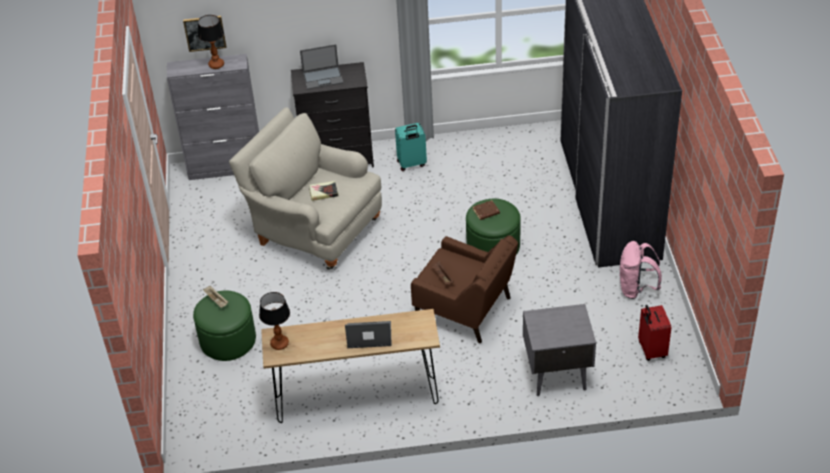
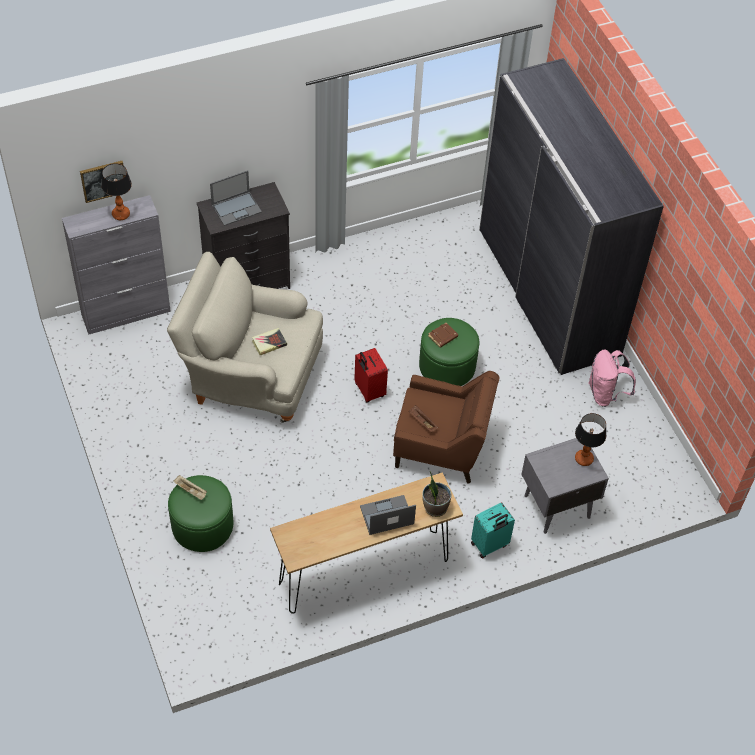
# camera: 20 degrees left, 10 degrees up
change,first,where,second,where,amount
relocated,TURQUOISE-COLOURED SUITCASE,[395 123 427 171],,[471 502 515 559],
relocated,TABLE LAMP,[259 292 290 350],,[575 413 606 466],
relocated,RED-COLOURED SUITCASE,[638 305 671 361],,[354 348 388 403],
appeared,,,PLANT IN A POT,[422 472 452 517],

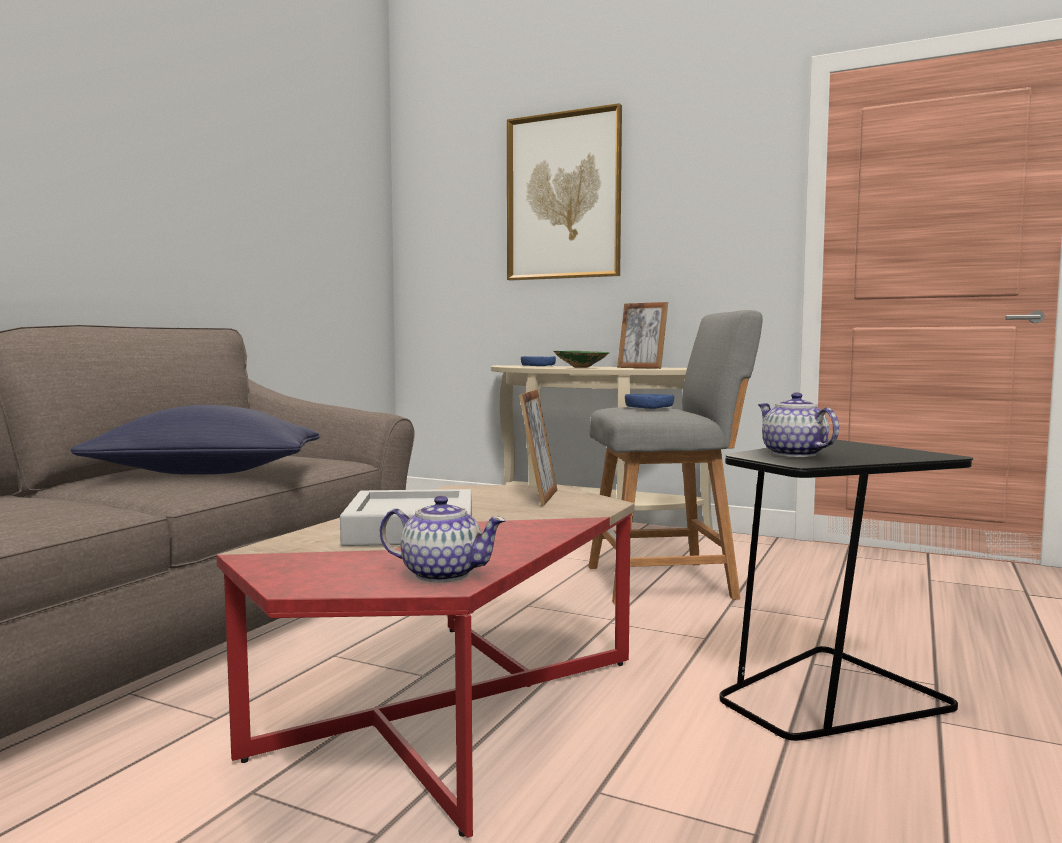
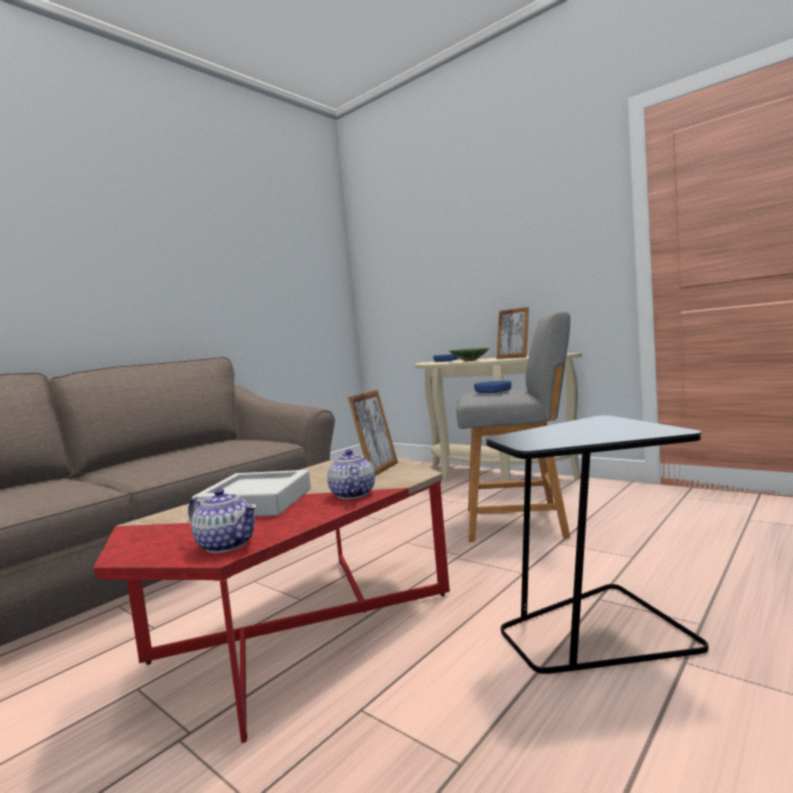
# camera: 15 degrees right, 0 degrees up
change,first,where,second,where,amount
missing,WALL PICTURE,[507 103 622 281],,,
relocated,POT FOR TEA,[758 392 839 457],,[327 449 375 499],
missing,BLUE-COLOURED PILLOW,[70 405 320 475],,,

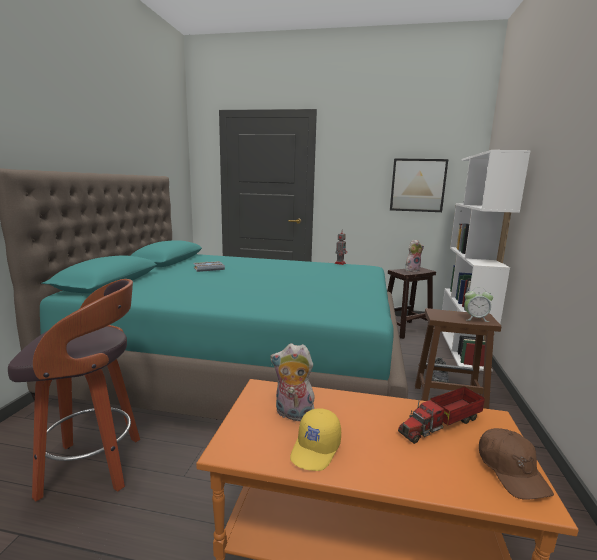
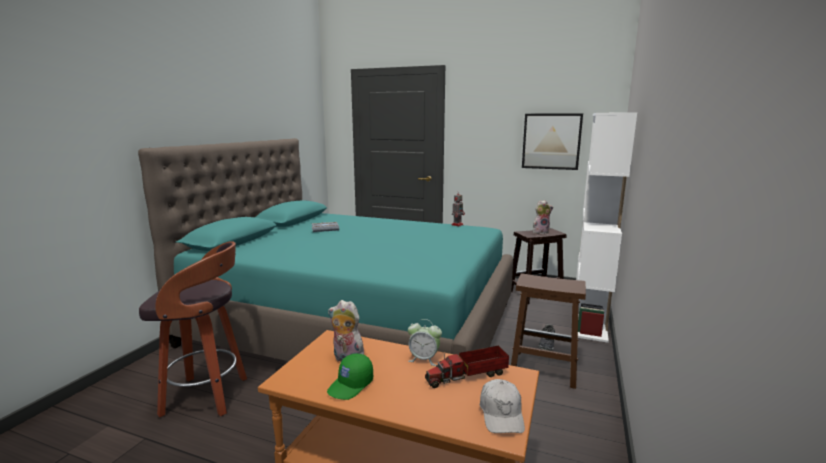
# camera: 10 degrees right, 0 degrees up
change,first,where,second,where,amount
relocated,BEDSIDE CLOCK,[464 287 493 322],,[408 319 442 366],
colour,YELLOW-COLOURED BASEBALL CAP,[290 408 341 471],GREEN BASEBALL CAP,[327 354 373 400],
colour,BROWNISH BASEBALL CAP,[479 428 554 500],WHITISH BASEBALL CAP,[480 379 525 433],

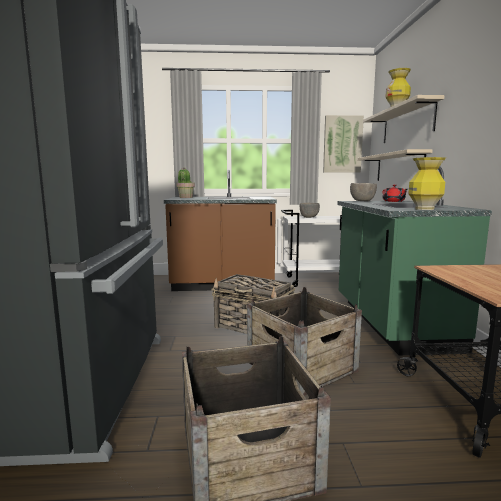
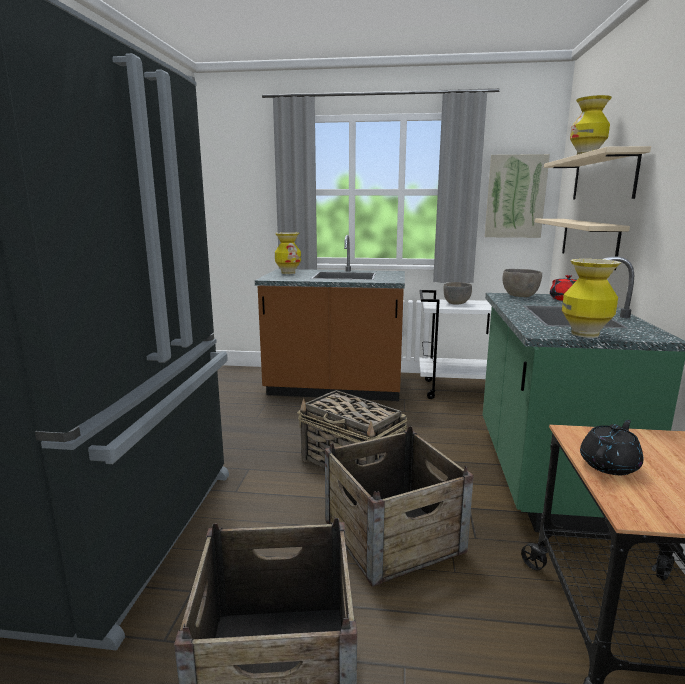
# camera: 10 degrees right, 5 degrees up
change,first,where,second,where,amount
exchanged,PLANT IN A POT,[176 167 195 198],VASE,[275 232 301 274],
appeared,,,BLACKISH POT FOR TEA,[580 420 644 475],

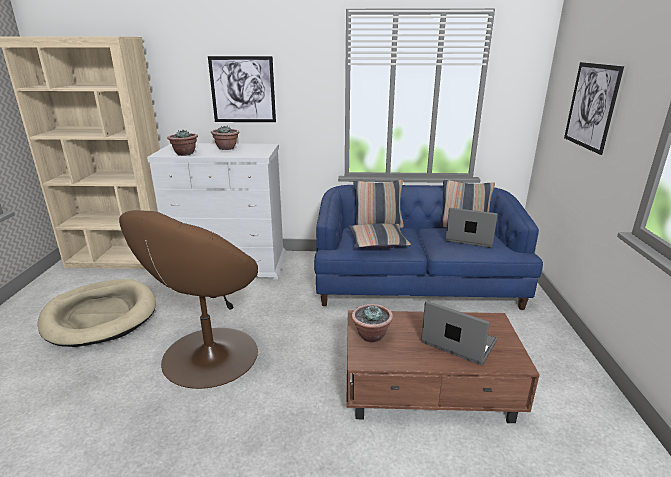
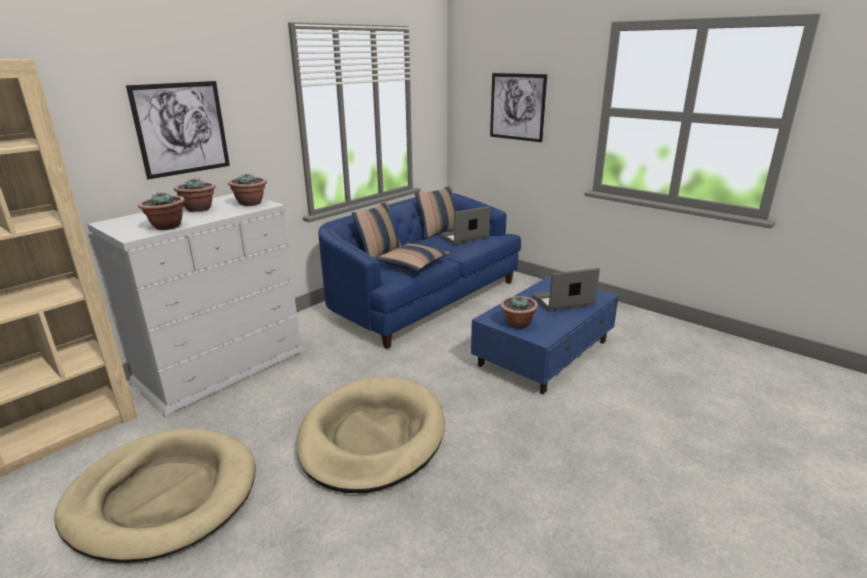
# camera: 50 degrees left, 0 degrees up
change,first,where,second,where,amount
exchanged,BROWNISH EASY CHAIR,[119 210 258 389],BEIGE-COLOURED DOG CUSHION,[297 377 445 493],
colour,BROWNISH COFFEE TABLE,[346 310 540 423],BLUE-COLOURED COFFEE TABLE,[471 276 619 395],
appeared,,,PLANT IN A POT,[228 174 267 206],

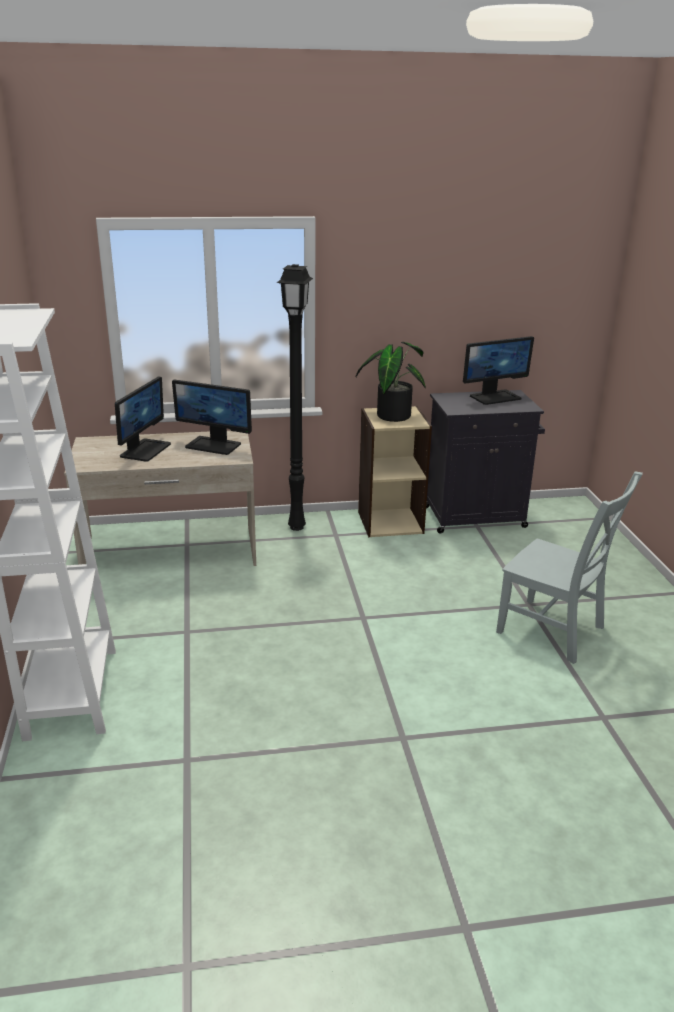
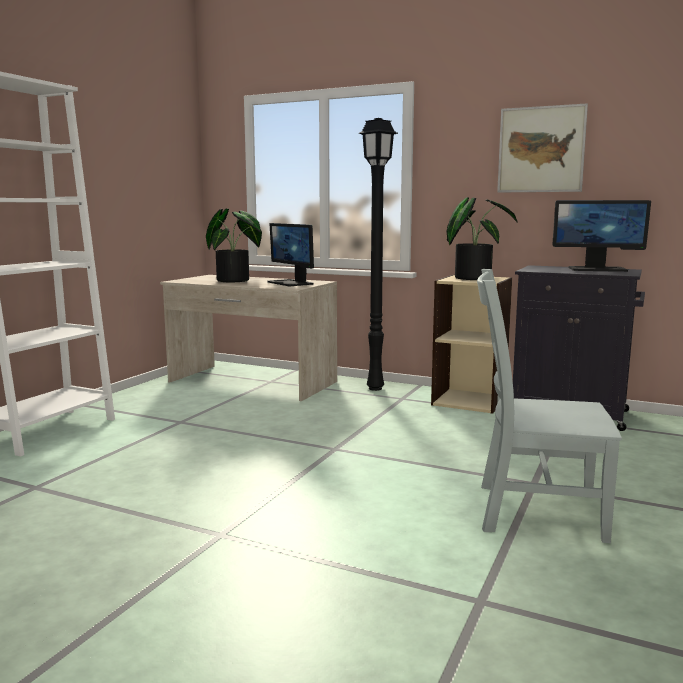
# camera: 35 degrees right, 15 degrees down
change,first,where,second,where,amount
exchanged,COMPUTER SCREEN,[115 376 171 462],PLANT IN A POT,[206 209 262 282],
spun,GREYISH CHAIR,[496 471 643 664],,[477 269 622 543],120 degrees clockwise
appeared,,,WALL PICTURE,[497 103 588 193],

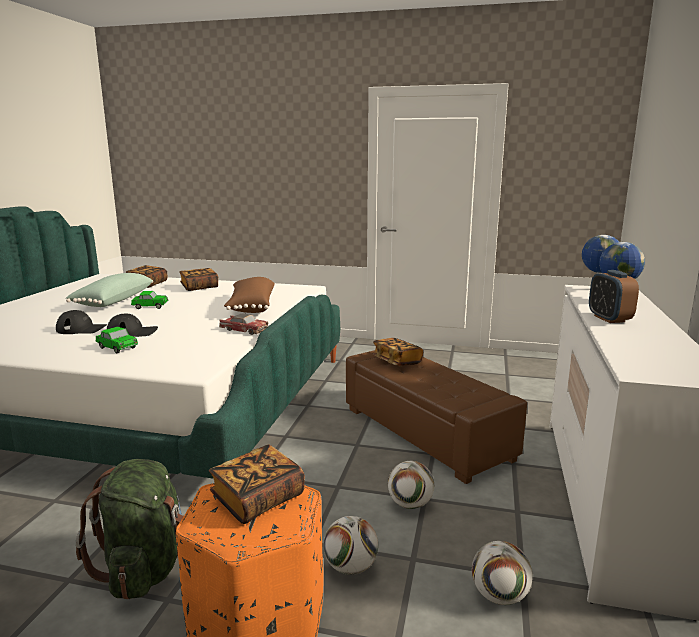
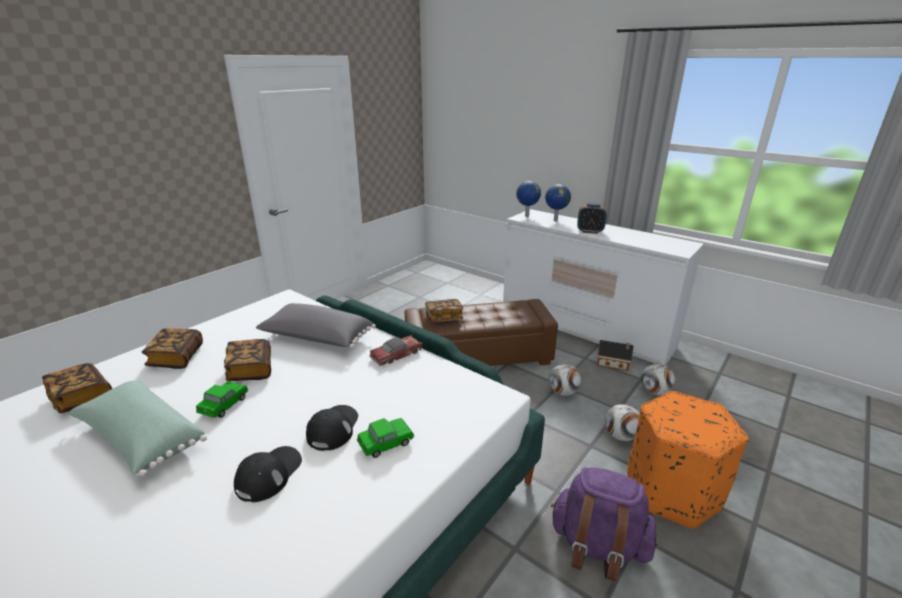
# camera: 65 degrees left, 10 degrees up
change,first,where,second,where,amount
colour,BROWNISH PILLOW,[224 277 275 313],GREYISH PILLOW,[256 303 376 348],
relocated,BOOK,[209 445 305 524],,[224 339 271 381],
colour,GREEN KNAPSACK,[76 459 184 600],PURPLISH KNAPSACK,[551 467 658 581],
appeared,,,MINIATURE HOUSE,[597 340 634 371],

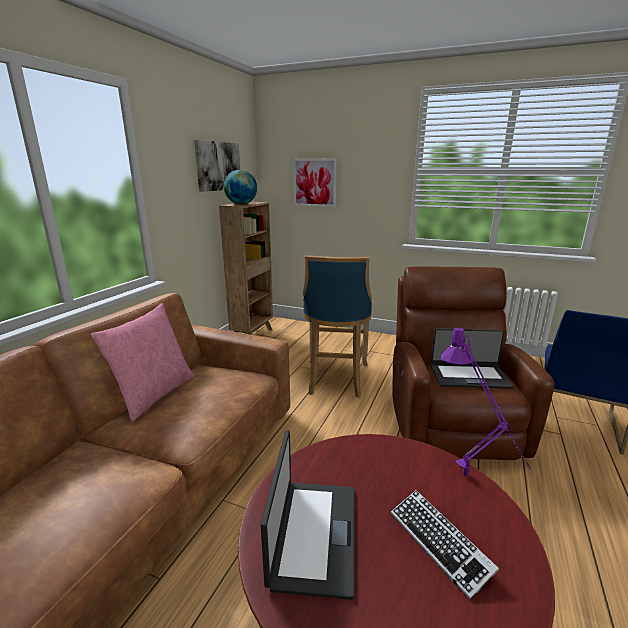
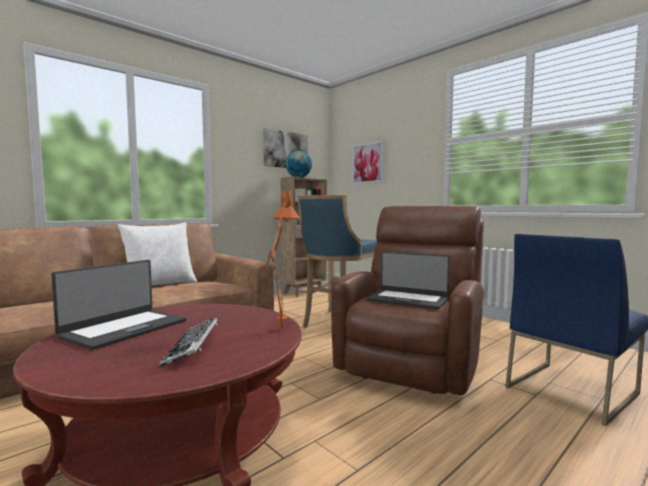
# camera: 25 degrees right, 15 degrees down
change,first,where,second,where,amount
colour,PINKISH PILLOW,[90 303 195 422],WHITISH PILLOW,[118 222 197 286],
colour,PURPLISH TABLE LAMP,[441 326 530 477],ORANGEY TABLE LAMP,[262 190 300 328],

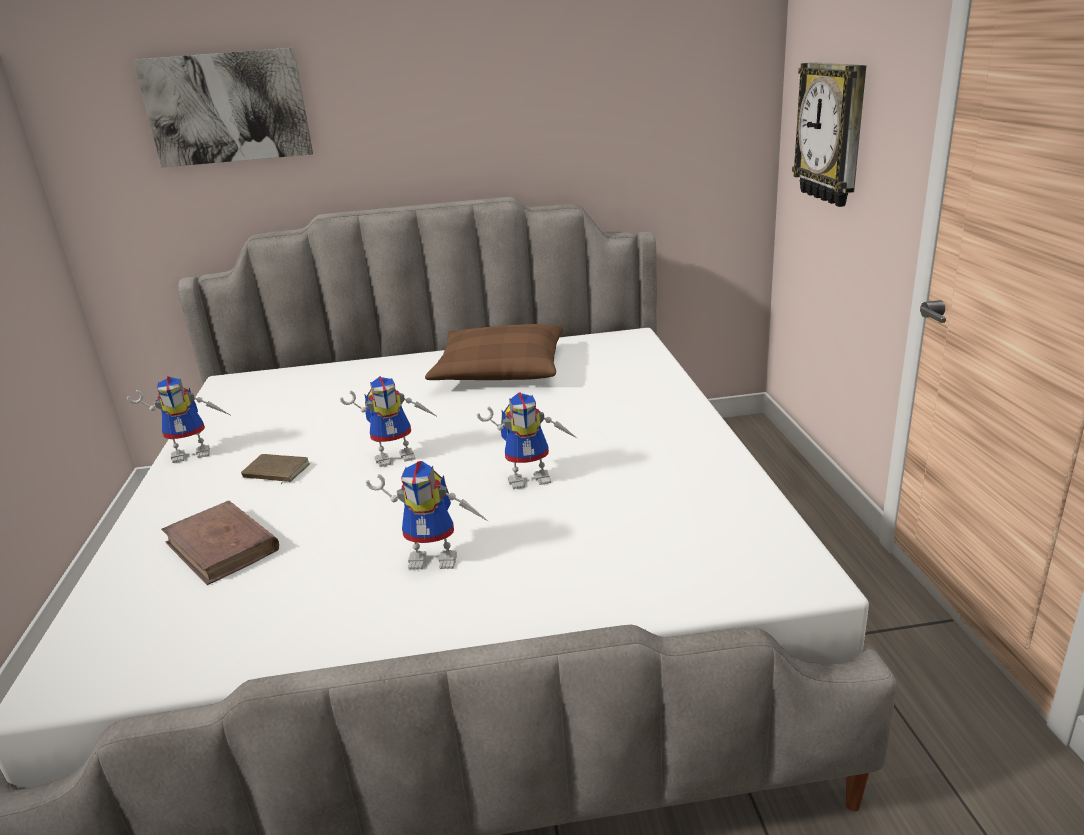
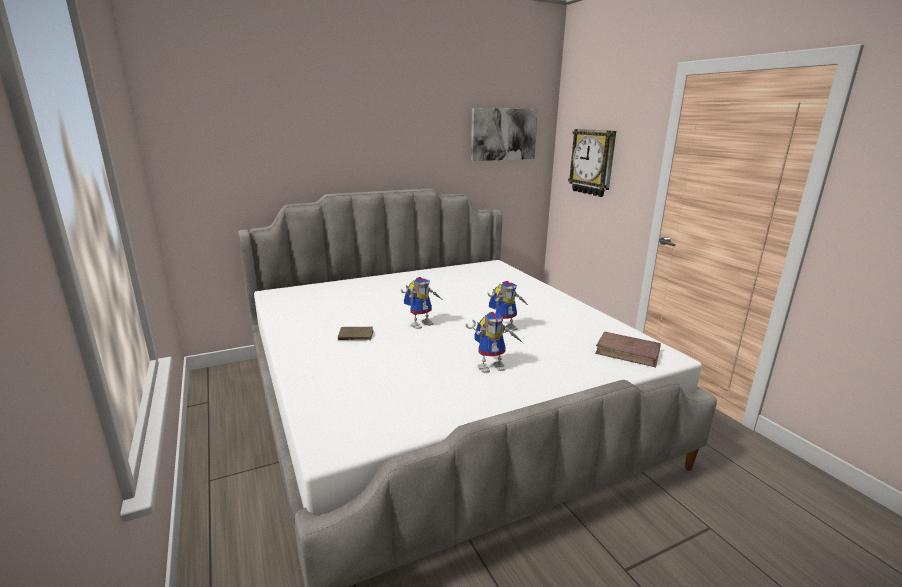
# camera: 20 degrees left, 5 degrees down
change,first,where,second,where,amount
relocated,WALL PICTURE,[133 48 313 168],,[471 108 538 161],
missing,BROWNISH PILLOW,[425 324 563 380],,,
missing,ROBOT FIGURE,[127 376 232 463],,,
relocated,BROWNISH BOOK,[161 501 279 585],,[595 331 661 367],

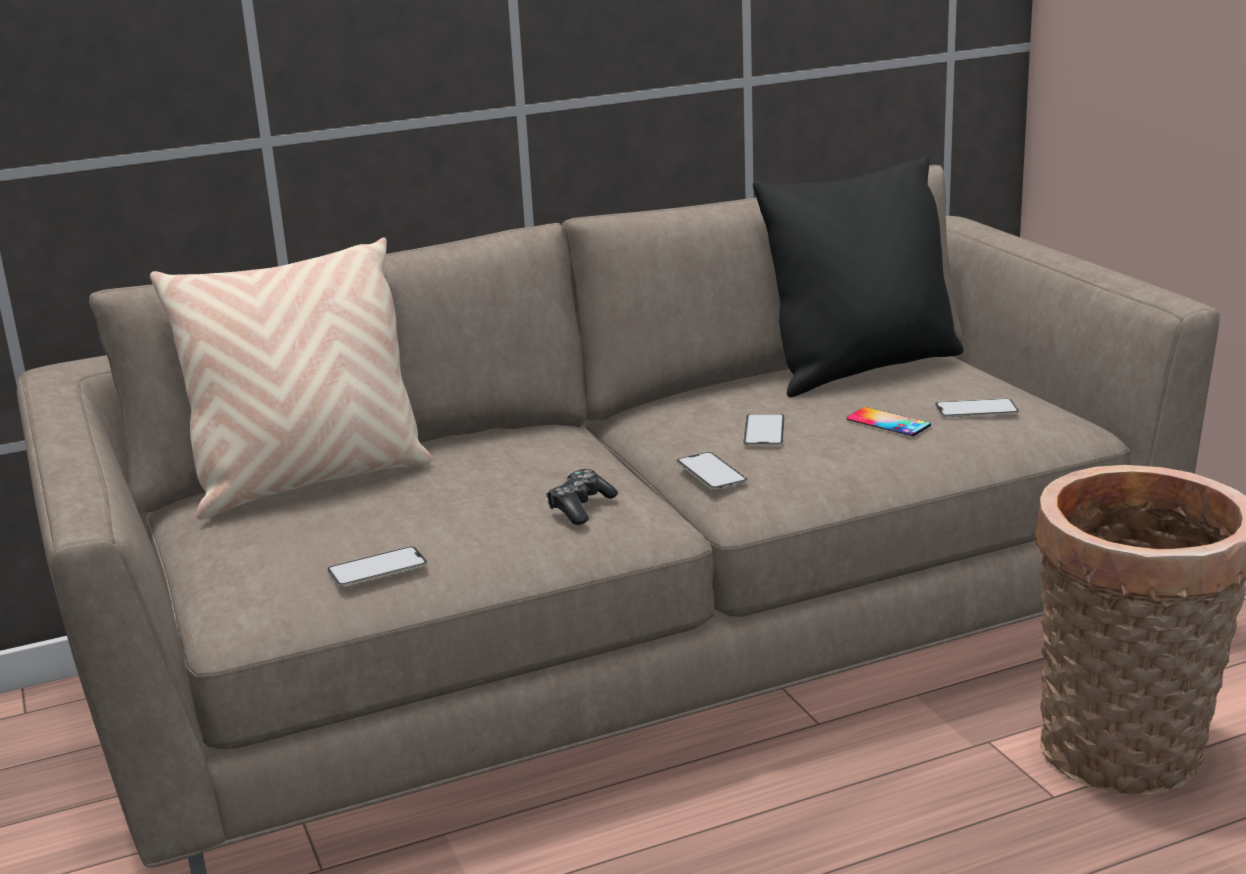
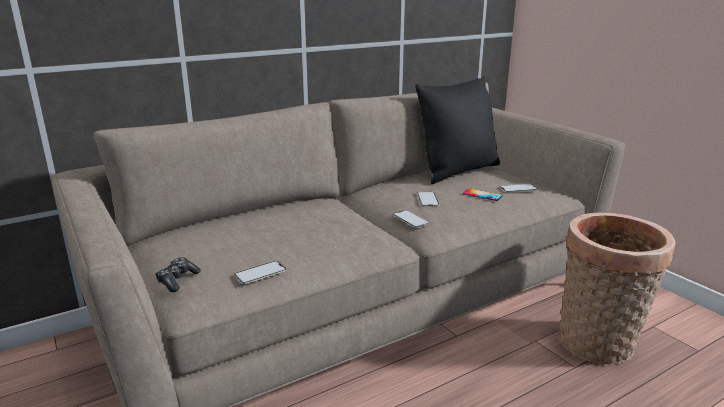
# camera: 10 degrees left, 0 degrees up
change,first,where,second,where,amount
missing,BEIGE-COLOURED PILLOW,[150 237 432 519],,,
relocated,JOYPAD,[546 469 618 525],,[155 257 201 292],

